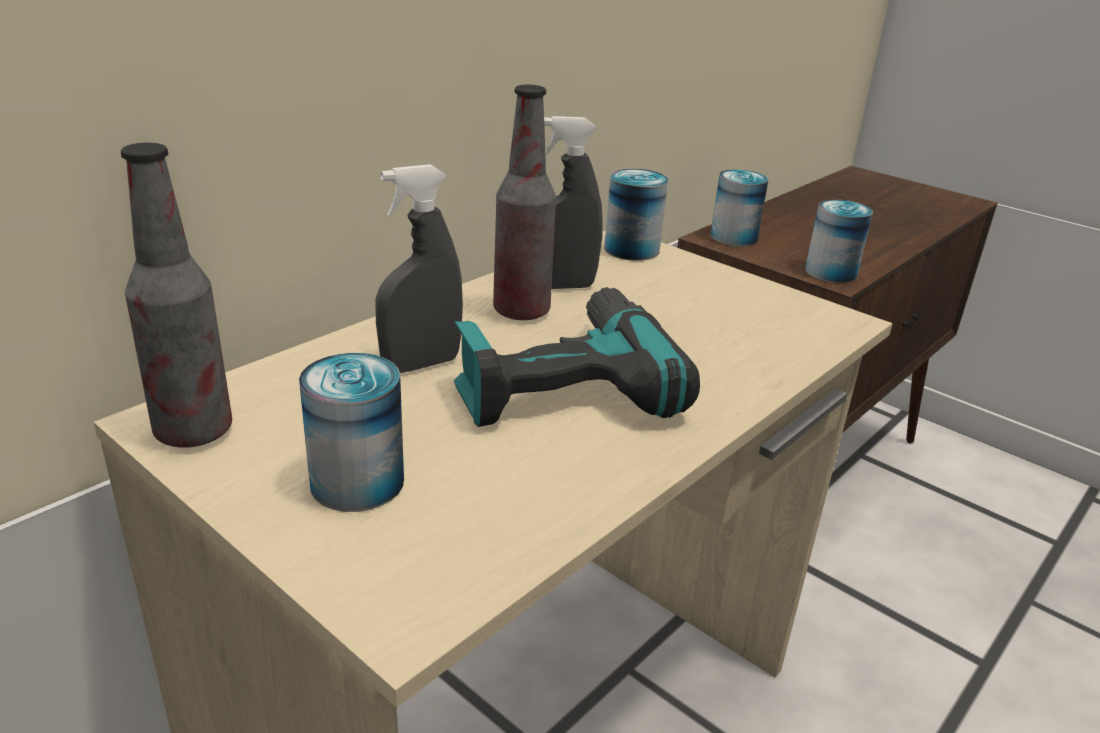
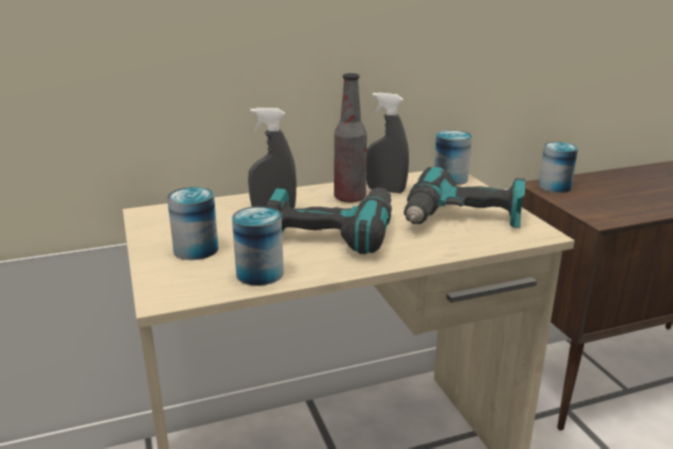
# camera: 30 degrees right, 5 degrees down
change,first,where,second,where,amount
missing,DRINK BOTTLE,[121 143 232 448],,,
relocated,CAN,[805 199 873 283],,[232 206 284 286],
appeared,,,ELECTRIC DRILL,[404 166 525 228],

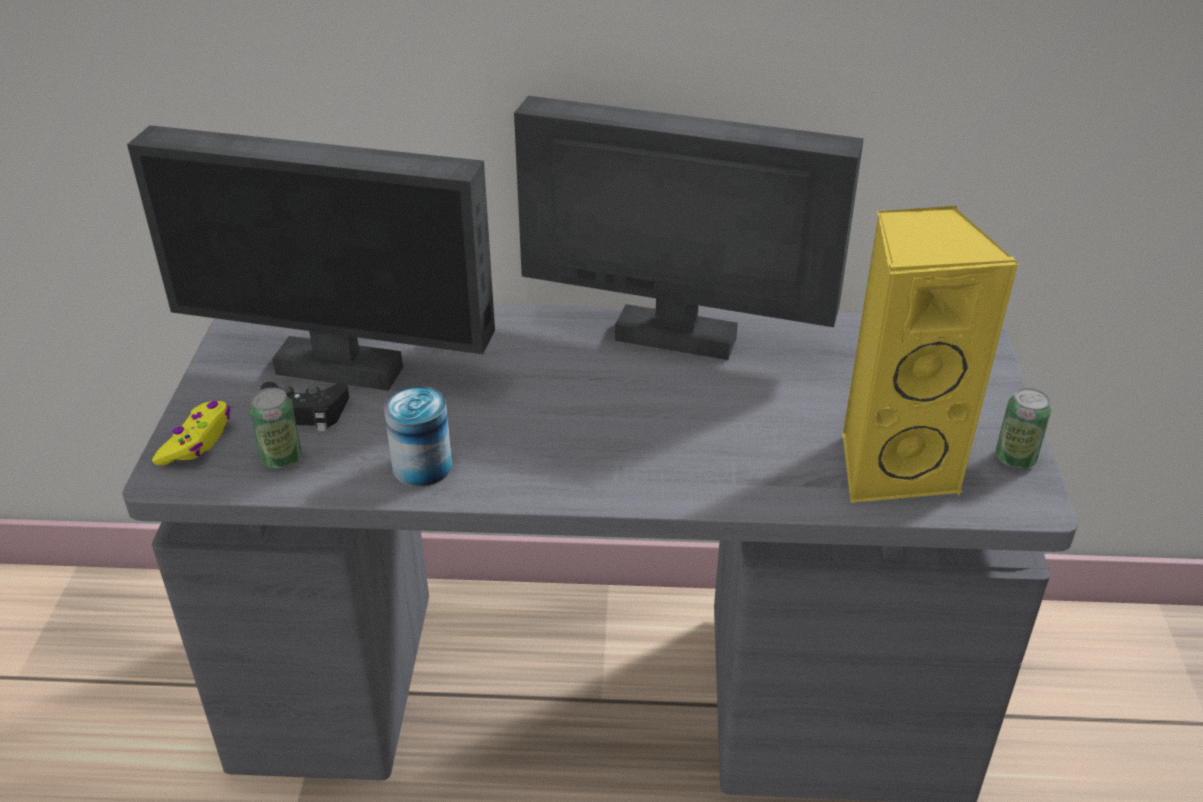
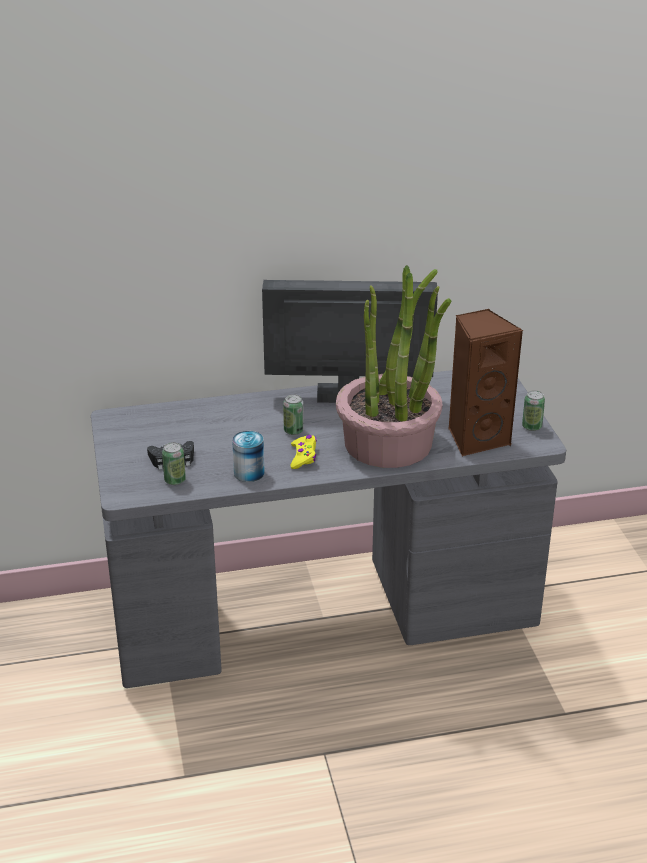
# camera: 15 degrees left, 5 degrees down
change,first,where,second,where,amount
missing,COMPUTER SCREEN,[127 125 495 391],,,
colour,YELLOW-COLOURED LOUDSPEAKER,[842 206 1020 503],BROWNISH LOUDSPEAKER,[448 309 523 456],
relocated,YELLOW-COLOURED JOYPAD,[152 401 230 465],,[290 435 317 469],
appeared,,,PLANT IN A POT,[336 265 451 468],
appeared,,,CAN,[283 394 304 435],

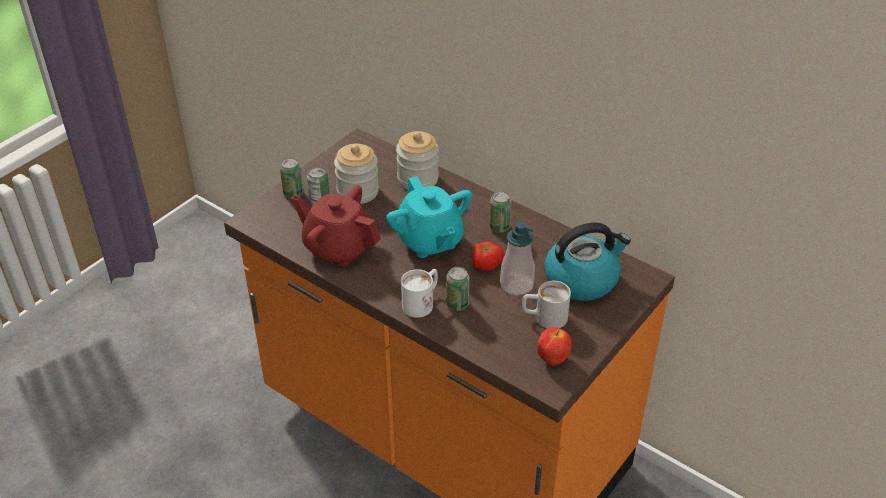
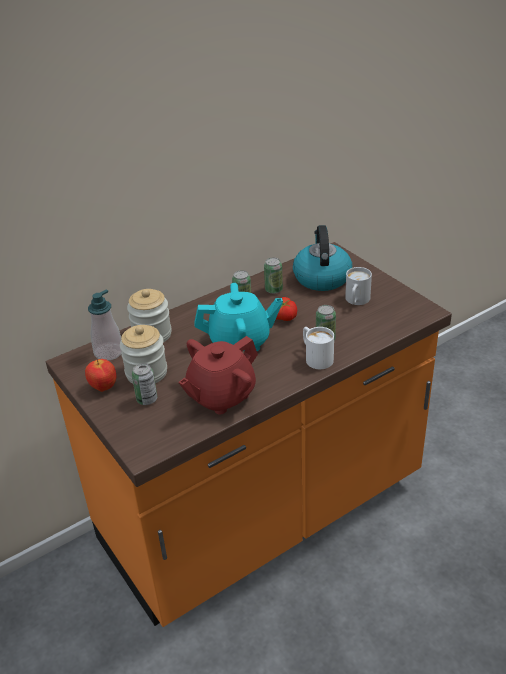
# camera: 70 degrees left, 5 degrees down
change,first,where,second,where,amount
relocated,CAN,[280 158 303 198],,[264 257 283 294],
relocated,SOAP BOTTLE,[500 221 535 295],,[88 290 122 361],
relocated,APPLE FRUIT,[537 327 572 365],,[85 359 116 392],

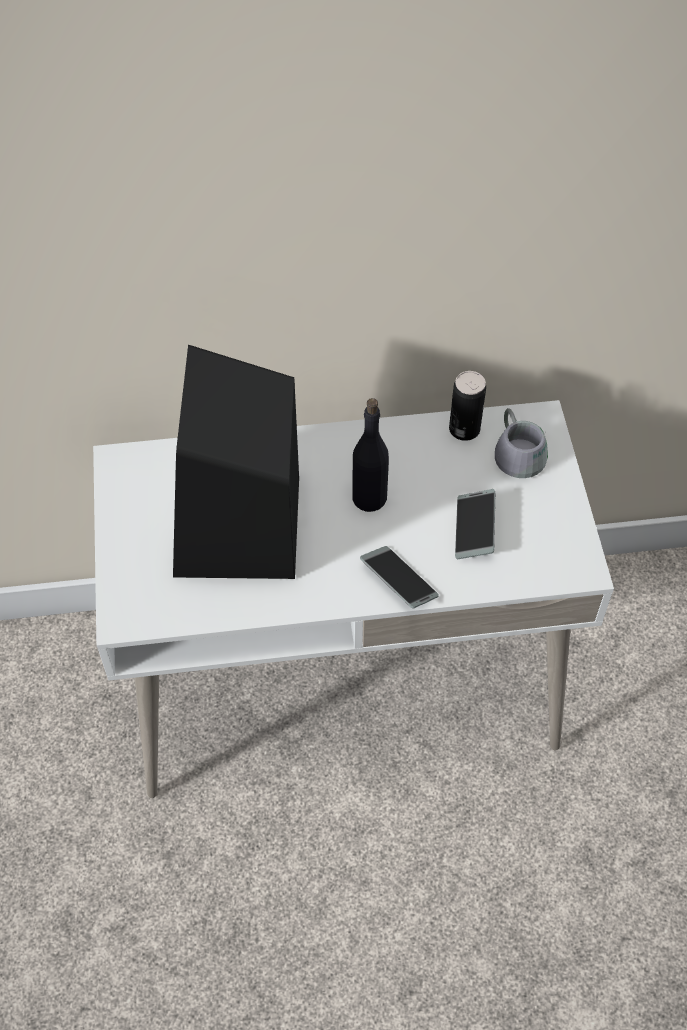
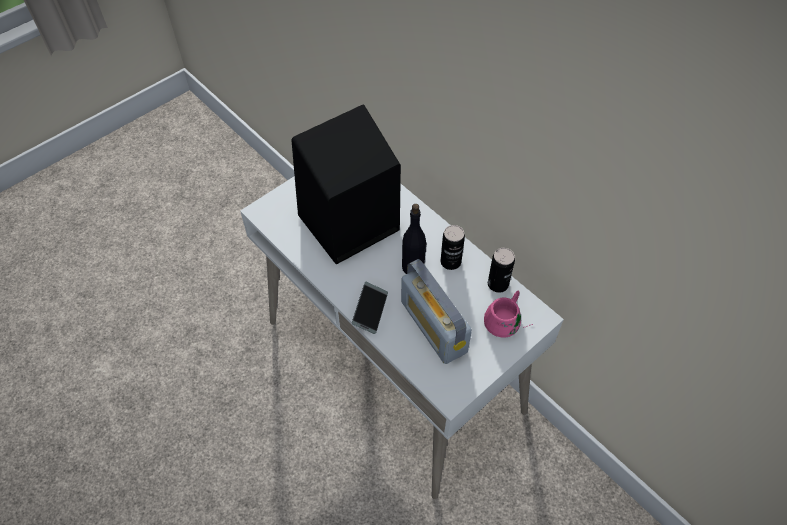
# camera: 55 degrees right, 0 degrees up
change,first,where,second,where,amount
colour,GREYISH TEA MUG,[495 408 548 478],PINKISH TEA MUG,[484 291 532 337],
exchanged,HANDSET,[455 489 495 559],RADIO,[401 259 472 364],
appeared,,,CAN,[441 225 465 270],

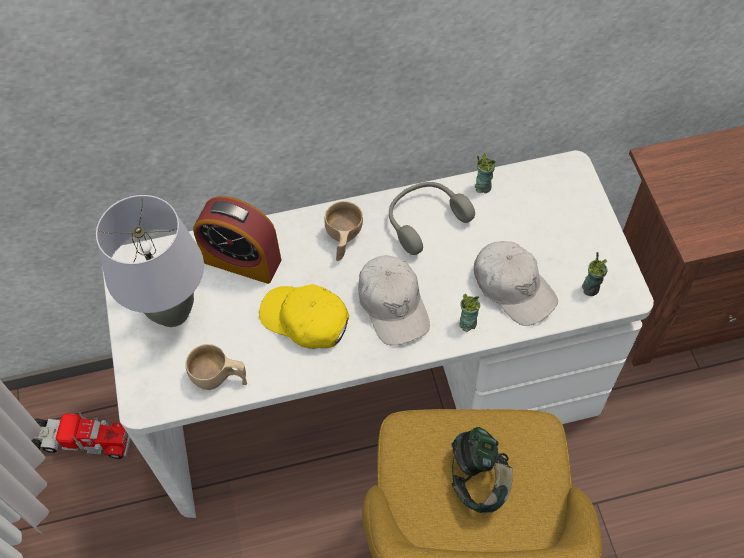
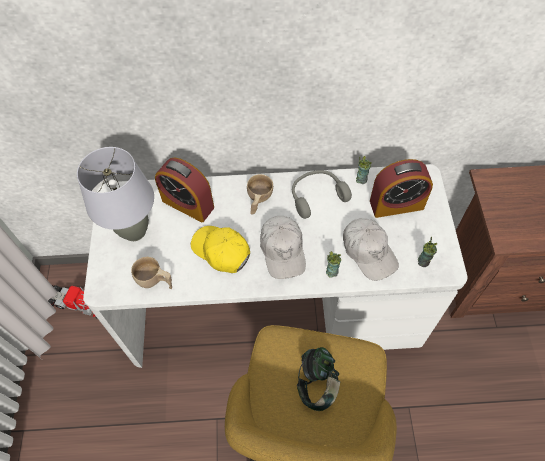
# camera: 10 degrees right, 0 degrees up
change,first,where,second,where,amount
appeared,,,BEDSIDE CLOCK,[370 159 433 218],

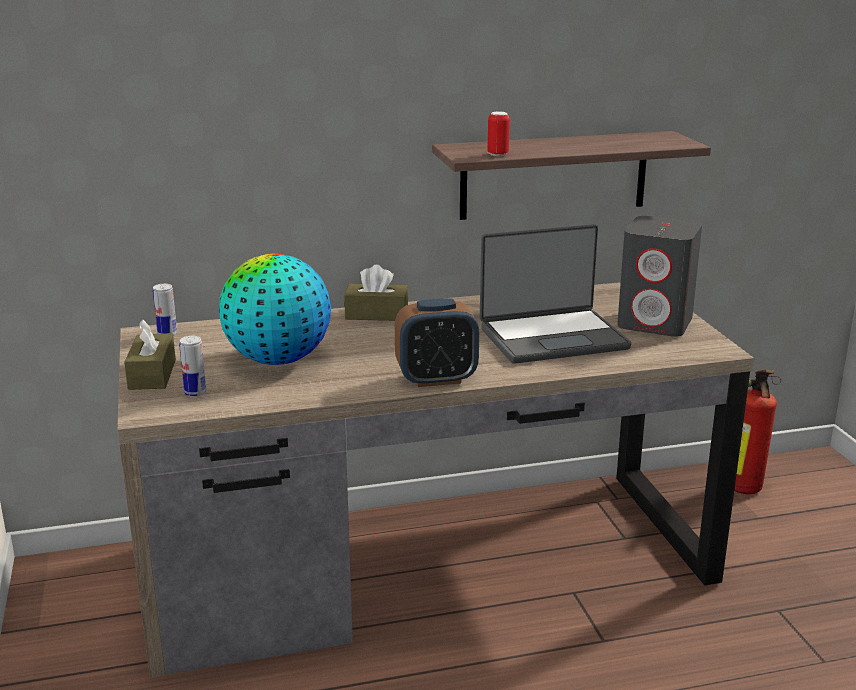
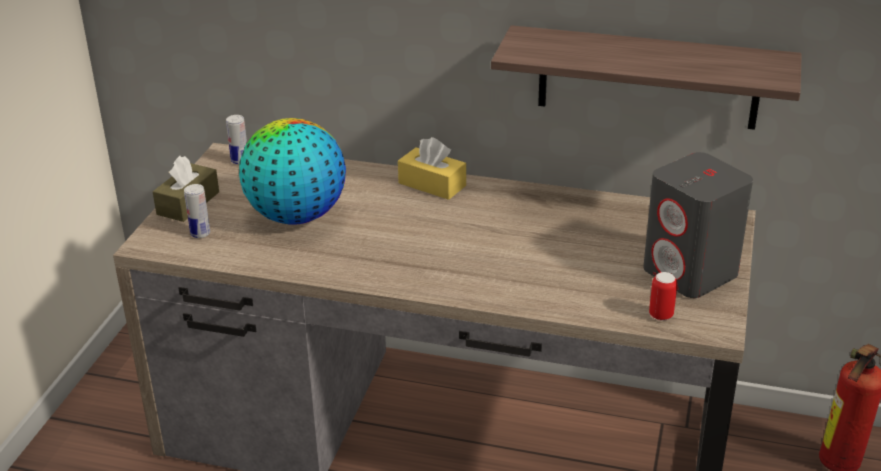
# camera: 30 degrees right, 10 degrees up
change,first,where,second,where,amount
relocated,CAN,[487 112 510 156],,[649 272 677 321],
missing,NOTEBOOK COMPUTER,[480 224 631 364],,,
colour,BROWNISH TISSUE HOLDER,[344 265 409 321],YELLOW-COLOURED TISSUE HOLDER,[398 137 466 200],
missing,BEDSIDE CLOCK,[395 298 479 387],,,

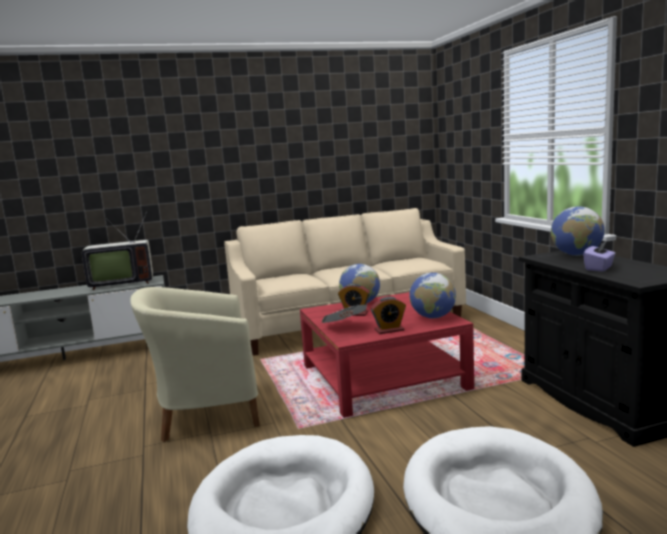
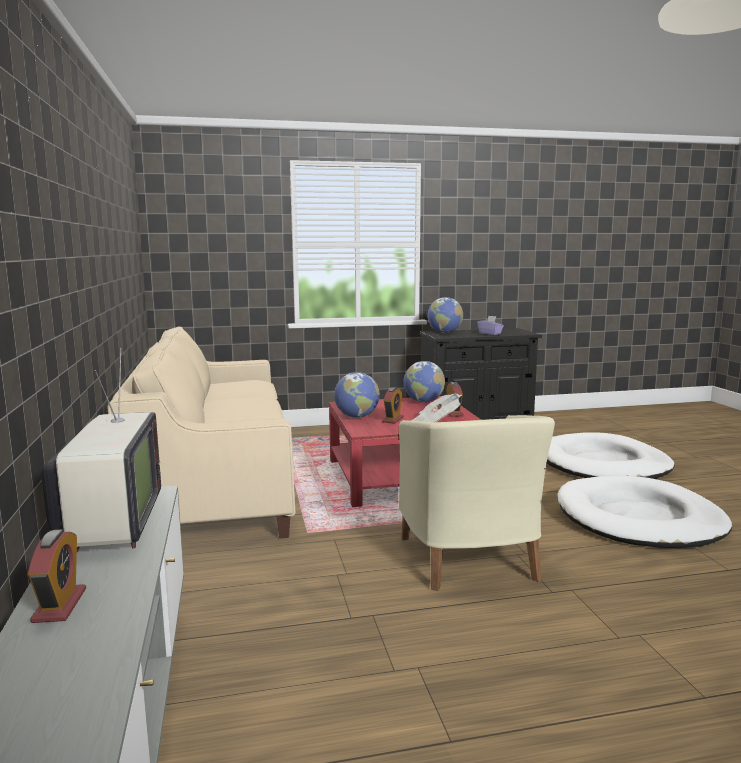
# camera: 85 degrees left, 0 degrees up
change,first,where,second,where,amount
appeared,,,BEDSIDE CLOCK,[28 530 86 623],

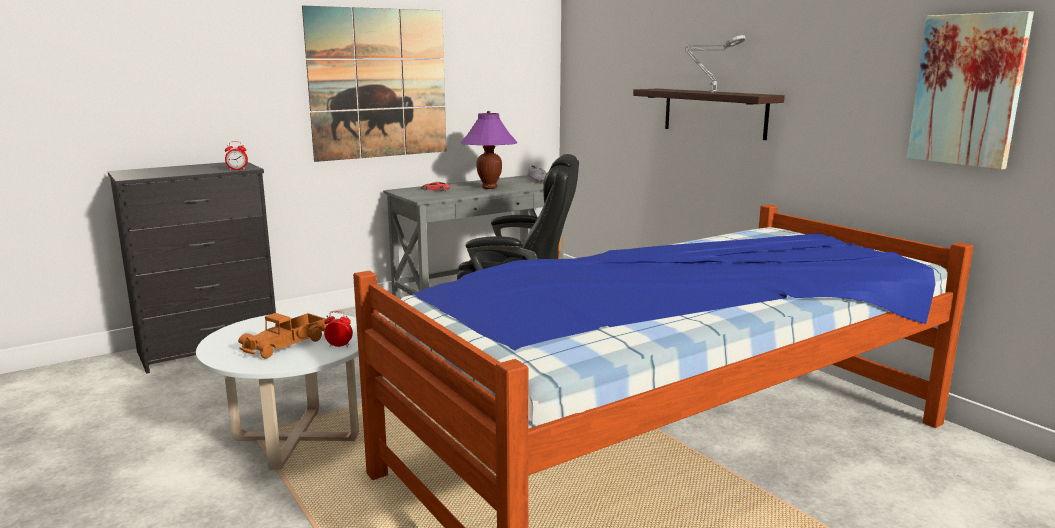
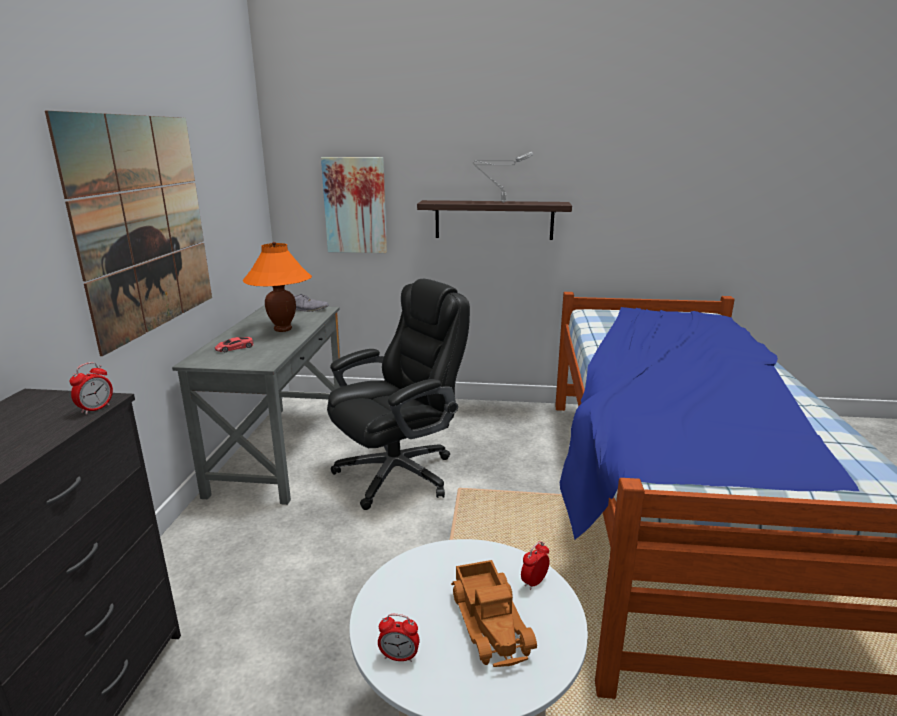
# camera: 50 degrees left, 5 degrees up
change,first,where,second,where,amount
relocated,WALL PICTURE,[907 11 1034 170],,[321 157 387 253],
colour,PURPLISH TABLE LAMP,[460 111 518 189],ORANGEY TABLE LAMP,[243 242 312 332],
appeared,,,BEDSIDE CLOCK,[378 614 419 662],

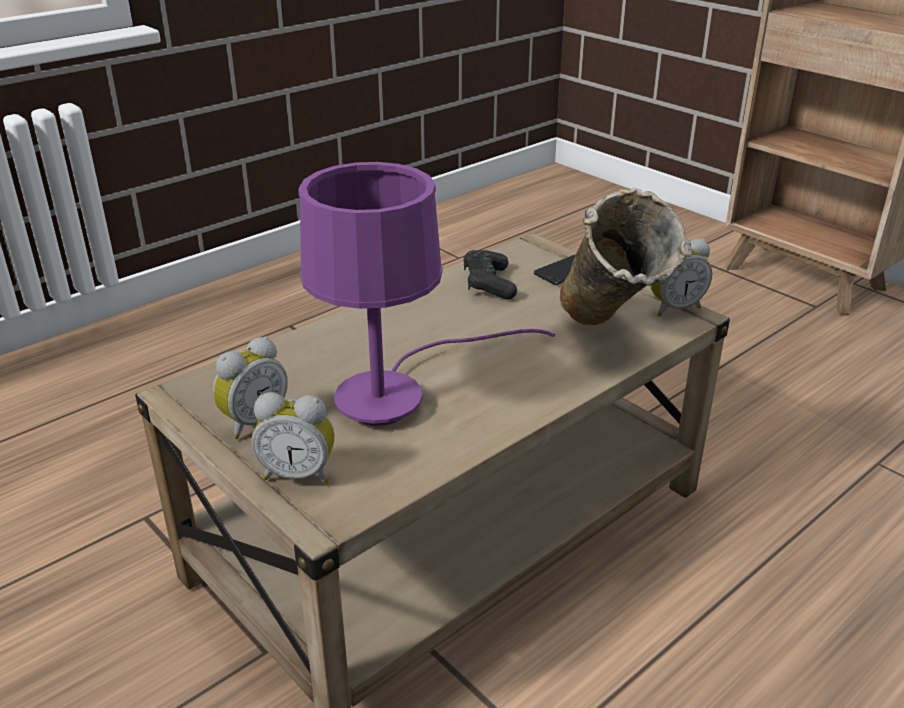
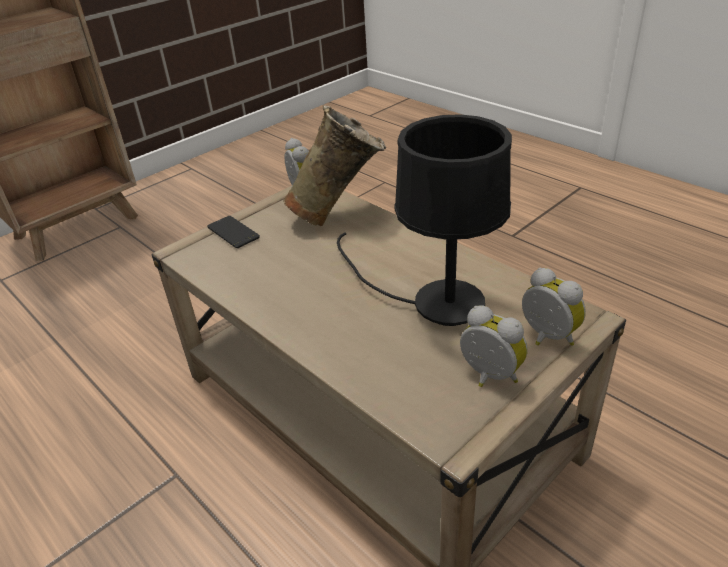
# camera: 90 degrees left, 5 degrees up
change,first,where,second,where,amount
colour,PURPLISH TABLE LAMP,[299 162 555 426],BLACKISH TABLE LAMP,[337 114 512 326],
missing,BLACKISH JOYPAD,[463 250 517 299],,,
spun,BEDSIDE CLOCK,[251 392 334 485],,[522 268 586 346],45 degrees counterclockwise

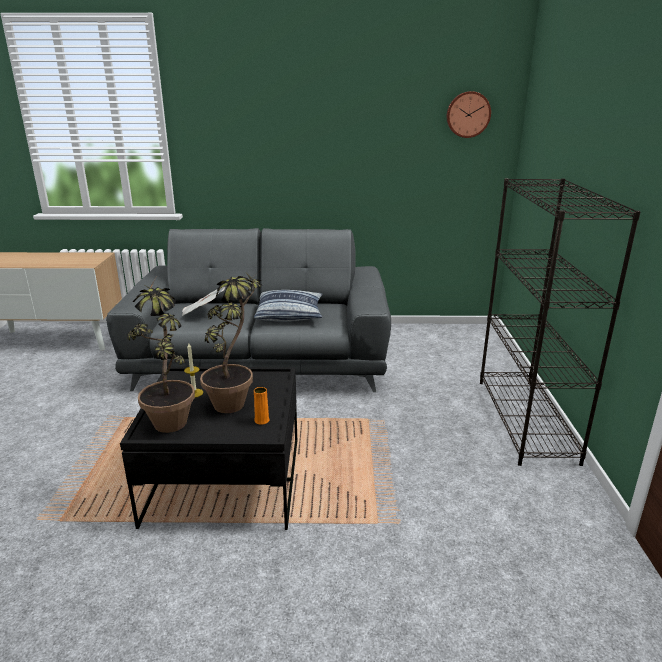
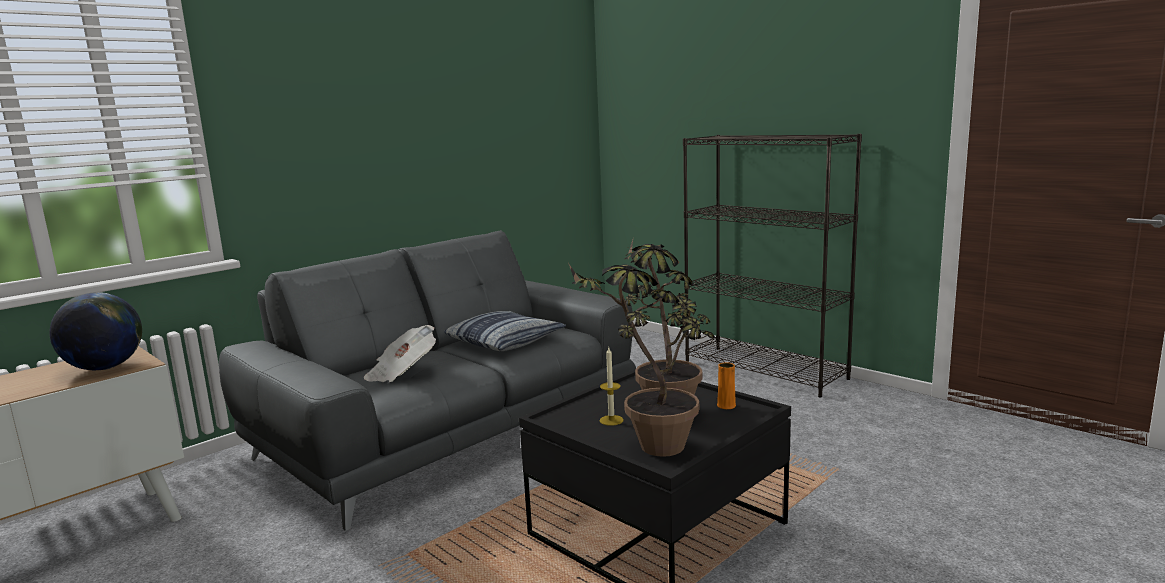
# camera: 45 degrees left, 10 degrees down
change,first,where,second,where,amount
missing,WALL CLOCK,[447 91 491 138],,,
appeared,,,GLOBE,[49 292 142 371],

